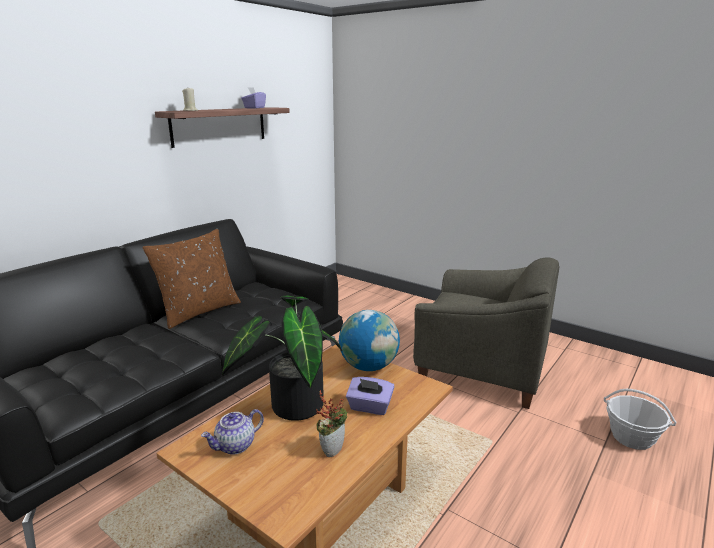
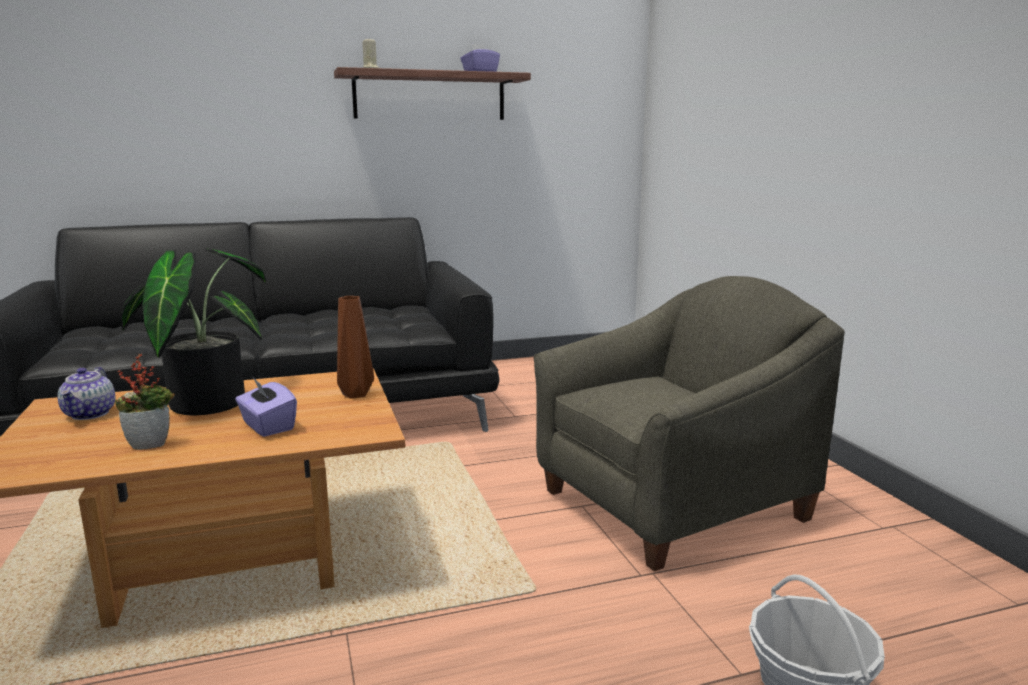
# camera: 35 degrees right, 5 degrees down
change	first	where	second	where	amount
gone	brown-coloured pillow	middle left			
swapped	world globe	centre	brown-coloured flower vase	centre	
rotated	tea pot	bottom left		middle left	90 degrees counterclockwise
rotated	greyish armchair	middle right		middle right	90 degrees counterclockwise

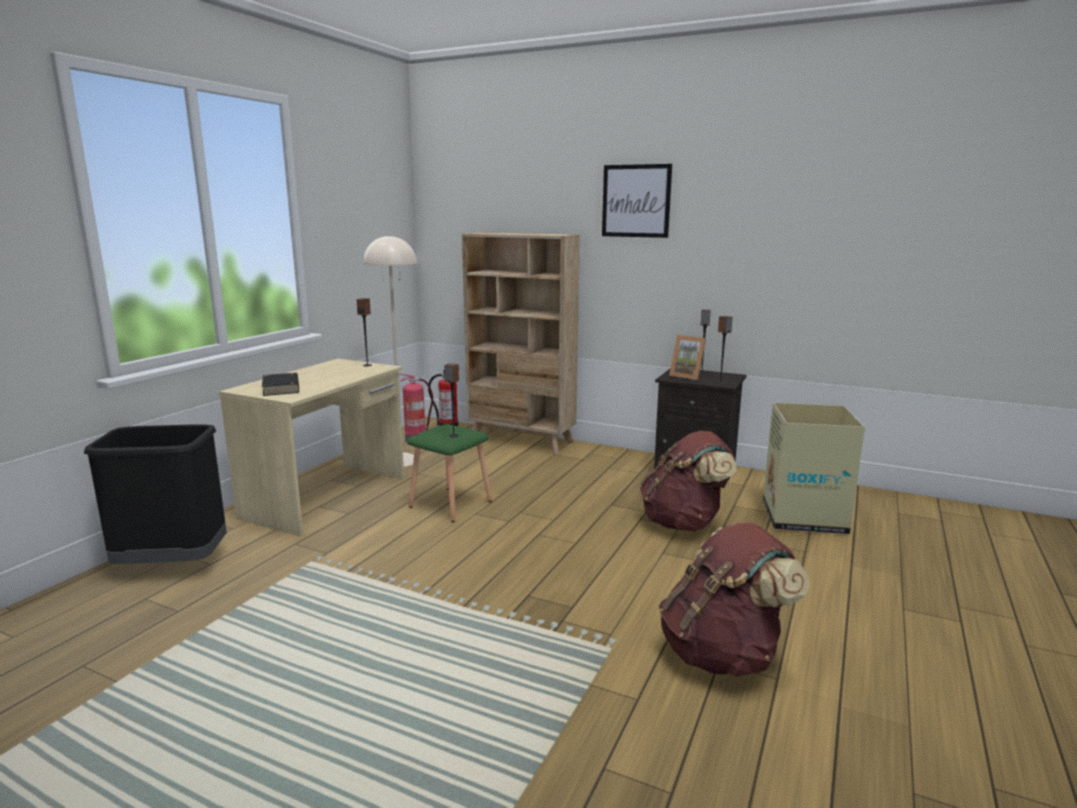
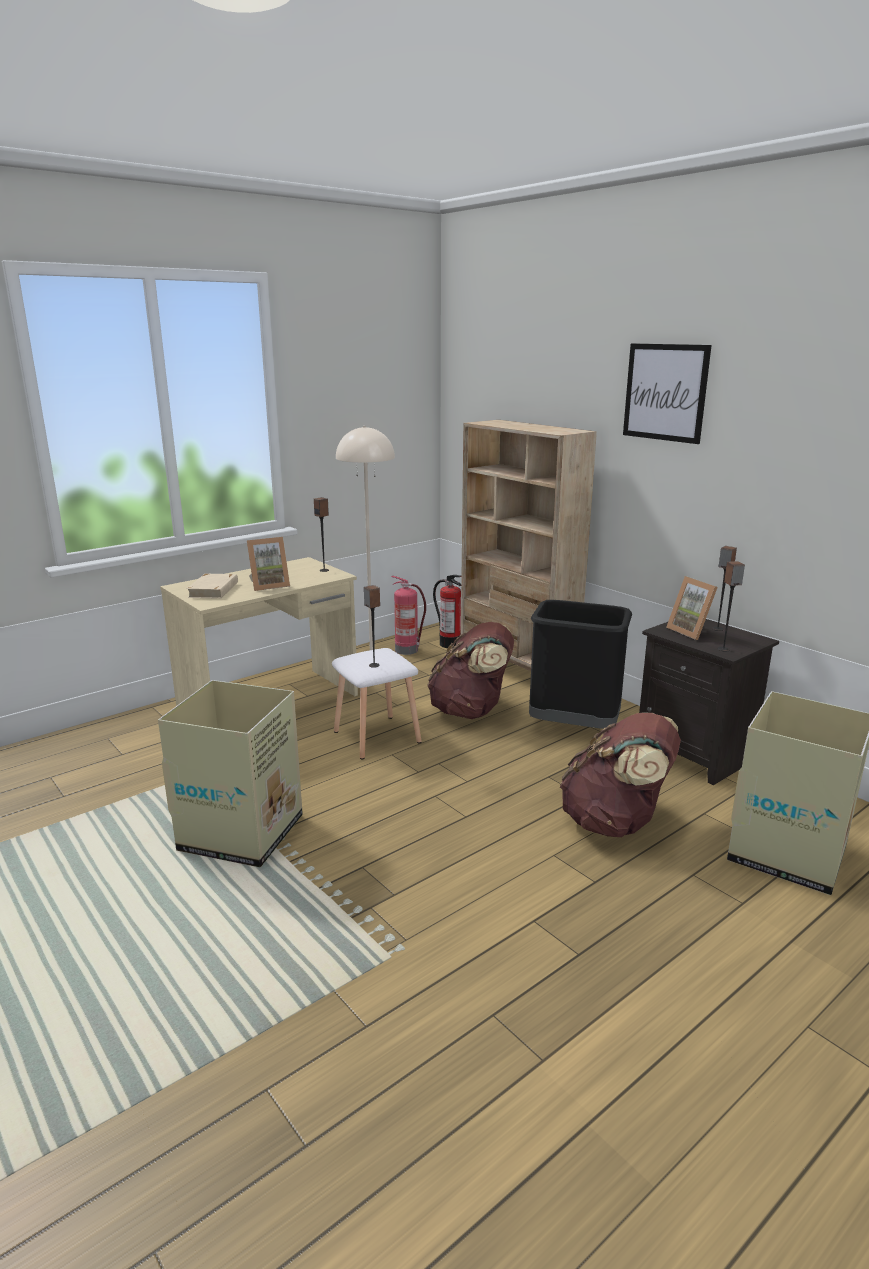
# camera: 25 degrees right, 5 degrees up
change	first	where	second	where	amount
new			cardboard box (no. 1 from left)	middle left	
new			photo frame (no. 1 from left)	middle left	
shifted	blackish trash can	middle left		middle right	
shifted	brown-coloured knapsack (no. 2 from left in the first image)	bottom right	brown-coloured knapsack (no. 1 from left)	centre	
repainted	blackish book	middle left	beige-coloured book	middle left	
repainted	green stool	centre	white-coloured stool	centre	

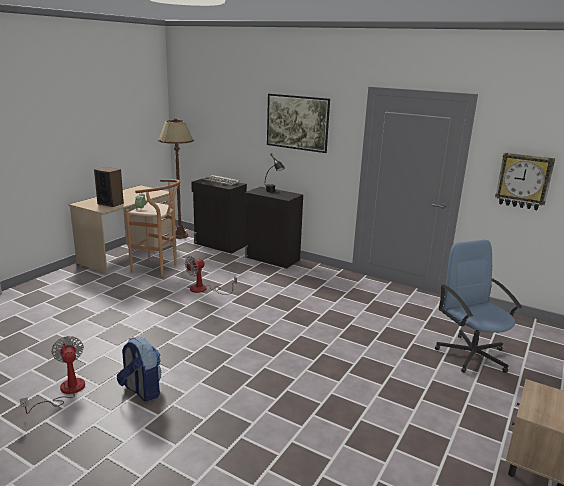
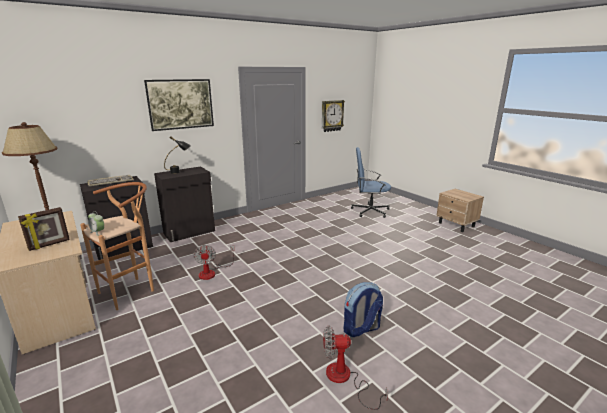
# camera: 65 degrees left, 0 degrees up
change	first	where	second	where	amount
swapped	loudspeaker	middle left	photo frame	middle left	

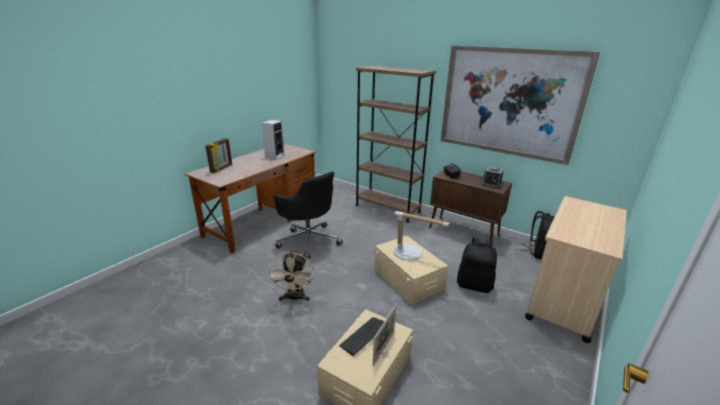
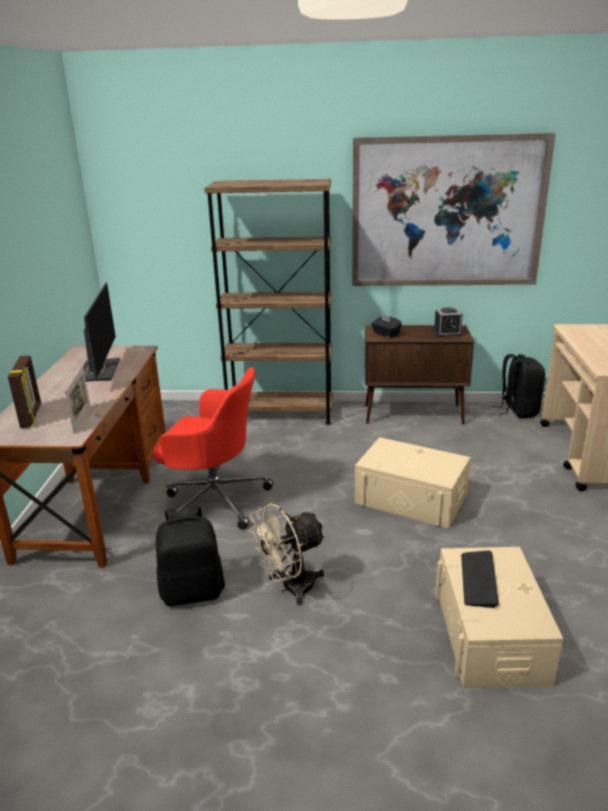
# camera: 30 degrees left, 0 degrees up
change	first	where	second	where	amount
gone	table lamp	centre			
shifted	photo frame (no. 2 from left)	bottom centre		middle left	
shifted	blackish knapsack (no. 1 from left)	centre		bottom left	
swapped	loudspeaker	centre	computer display	middle left	
repainted	blackish desk chair	centre	red-coloured desk chair	centre	
rotated	beige-coloured fan	bottom centre		bottom centre	90 degrees clockwise

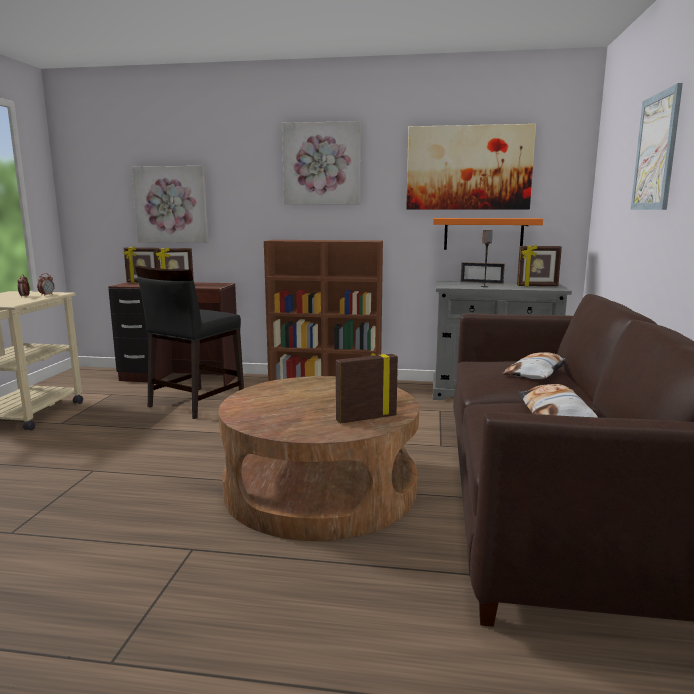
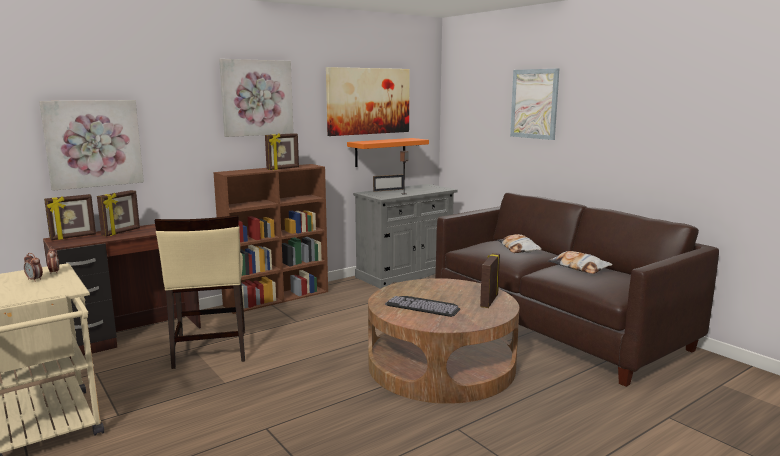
# camera: 45 degrees left, 0 degrees up
change	first	where	second	where	amount
new			computer keyboard	bottom centre	
shifted	photo frame (no. 5 from left in the first image)	middle right	photo frame (no. 3 from left)	top centre	
repainted	blackish upright chair	middle left	beige-coloured upright chair	middle left	

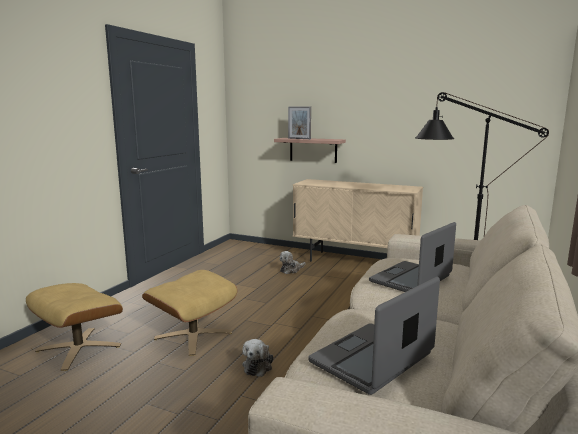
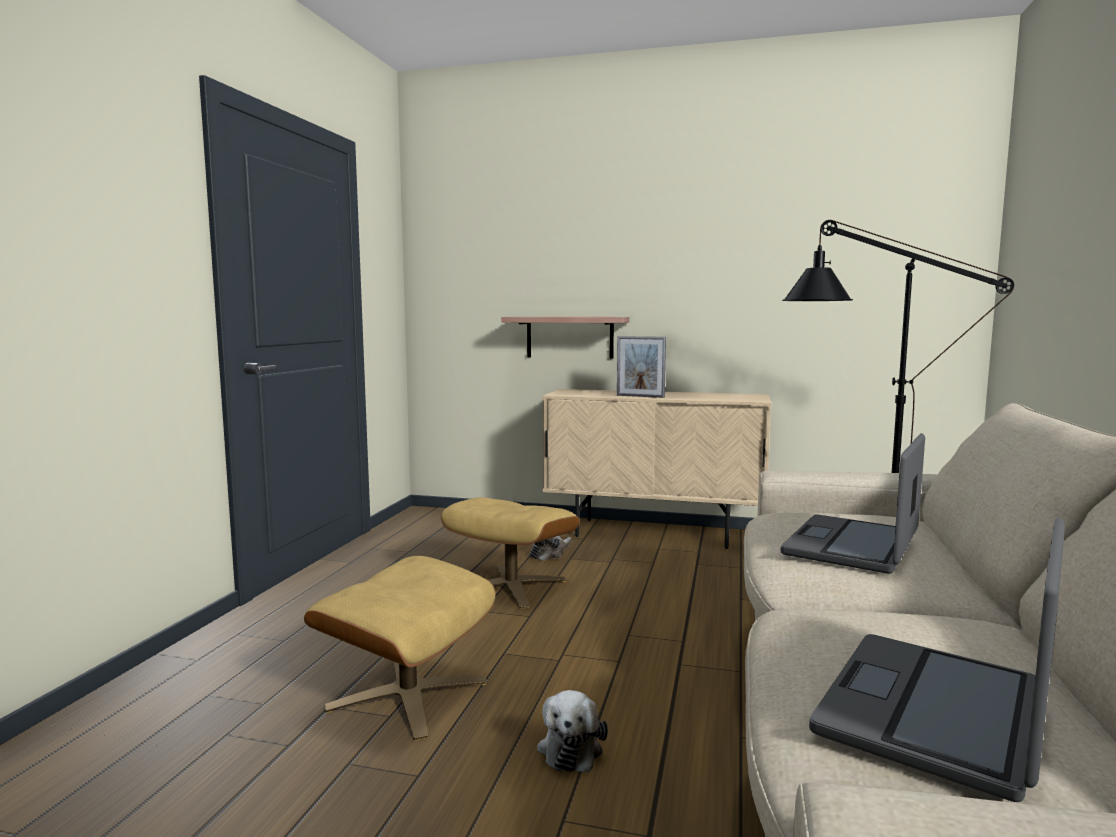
# camera: 10 degrees left, 5 degrees down
change	first	where	second	where	amount
shifted	beige-coloured footrest (no. 1 from left in the first image)	bottom left	beige-coloured footrest (no. 2 from left)	centre	
shifted	photo frame	top centre		centre	

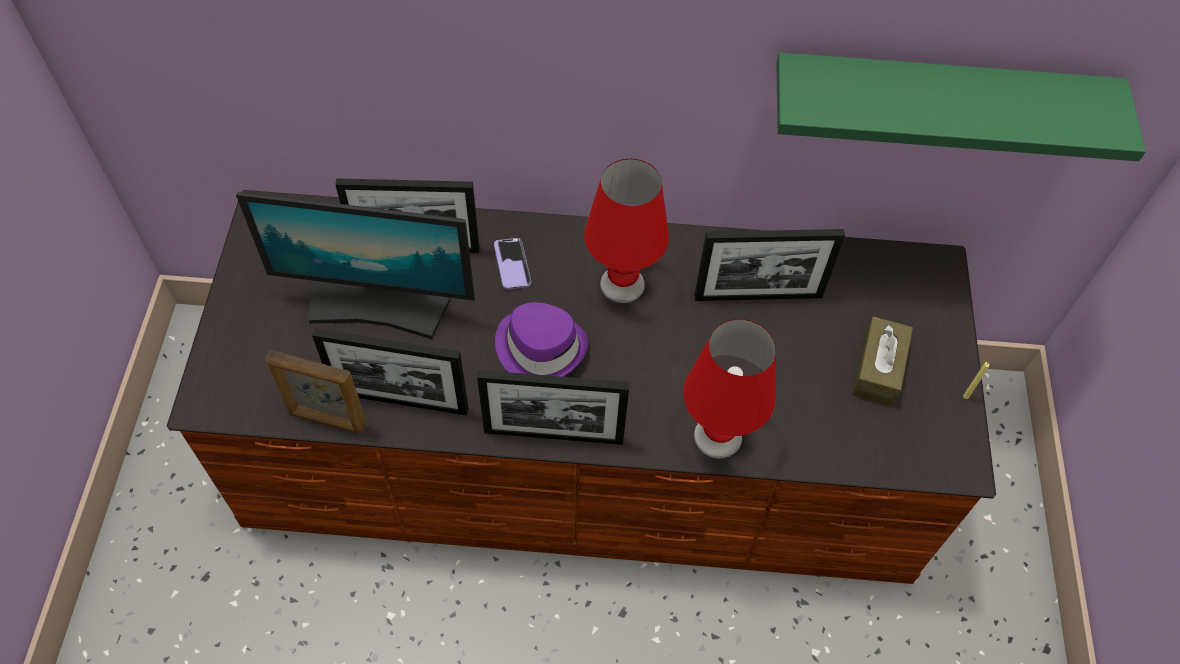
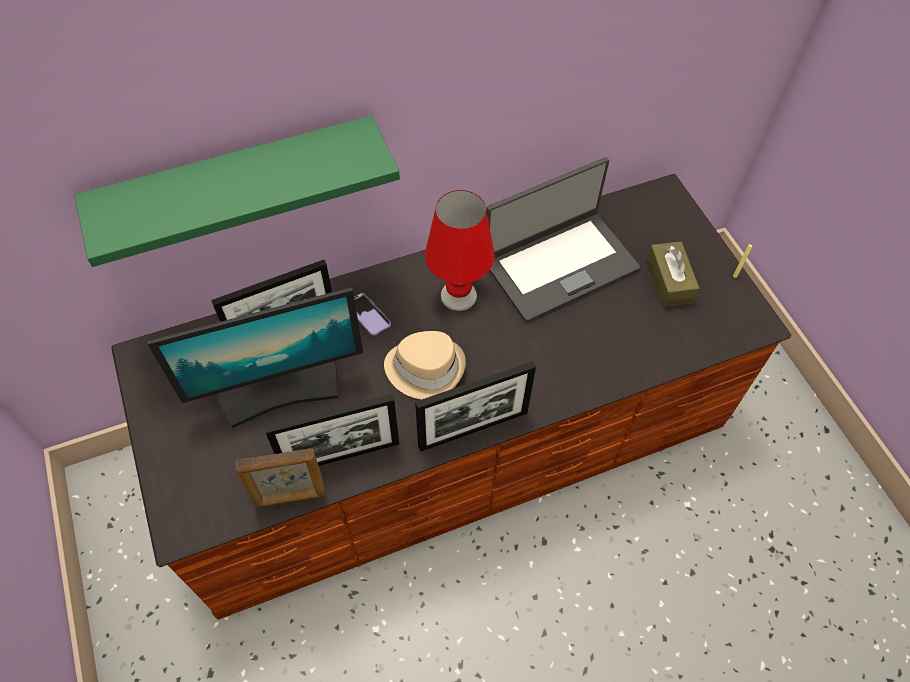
# camera: 25 degrees left, 0 degrees up
change	first	where	second	where	amount
gone	red-coloured table lamp (no. 2 from left)	centre			
shifted	green shelf	top right		top left	
swapped	photo frame (no. 5 from left)	centre	notebook computer	centre	
repainted	purplish clothing hat	centre	beige-coloured clothing hat	centre	

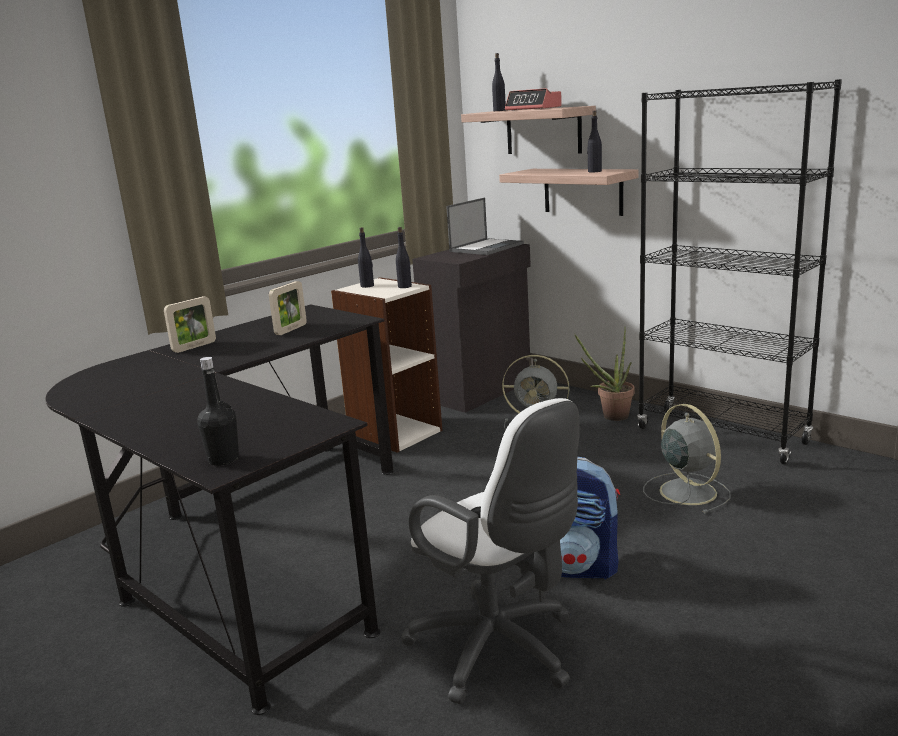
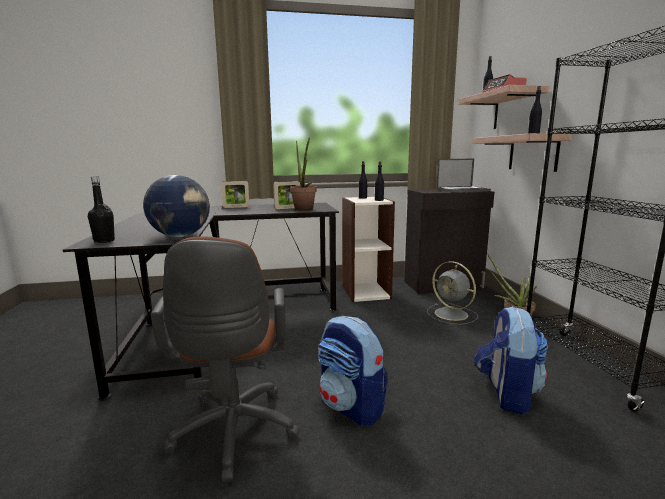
# camera: 35 degrees right, 5 degrees down
change	first	where	second	where	amount
new			world globe	middle left	
new			plant in a pot (no. 1 from left)	centre	
swapped	greyish fan (no. 2 from left)	middle right	knapsack (no. 2 from left)	bottom right	
repainted	white-coloured desk chair	bottom centre	brown-coloured desk chair	bottom centre	

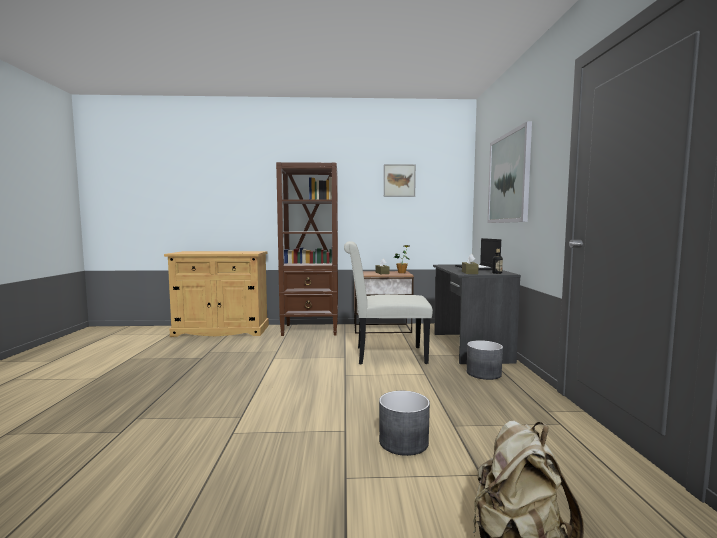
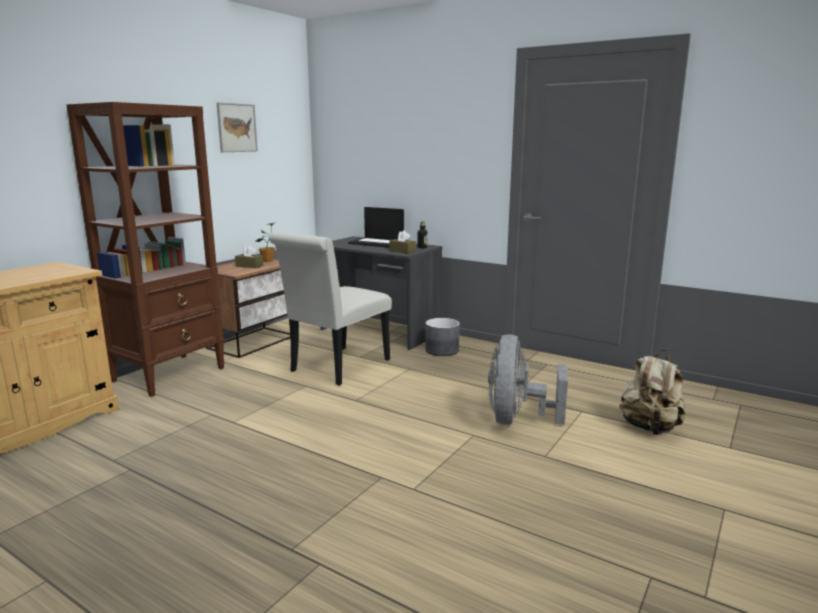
# camera: 55 degrees left, 10 degrees up
change	first	where	second	where	amount
gone	picture (no. 2 from left)	top right			
swapped	greyish planter (no. 1 from left)	bottom centre	greyish fan	centre	

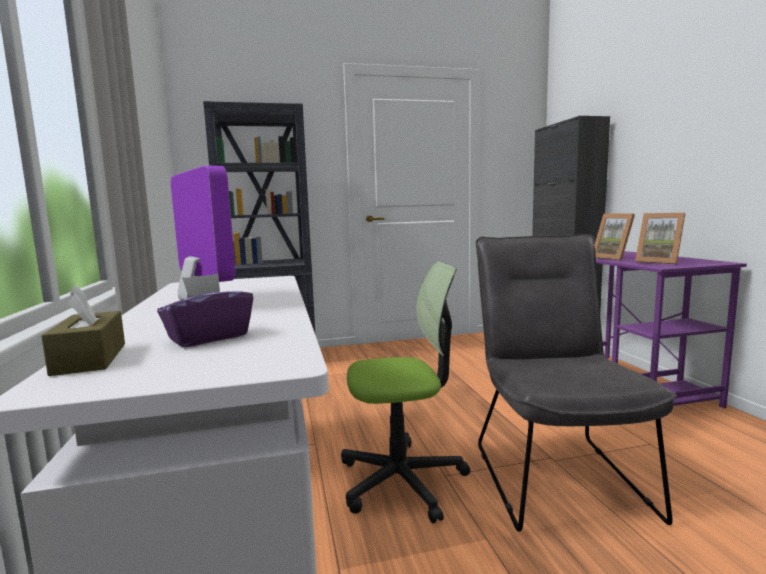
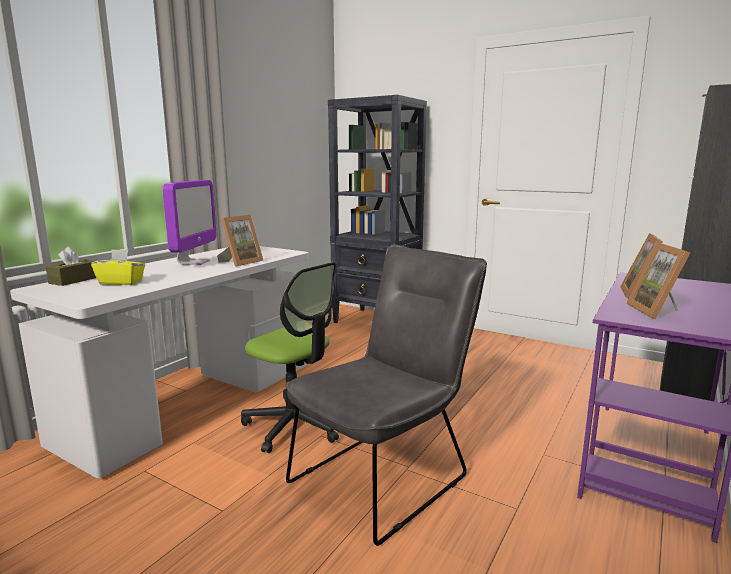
# camera: 45 degrees right, 5 degrees up
change	first	where	second	where	amount
new			photo frame (no. 1 from left)	middle left	
repainted	purplish box of tissues	middle left	yellow box of tissues	middle left	

